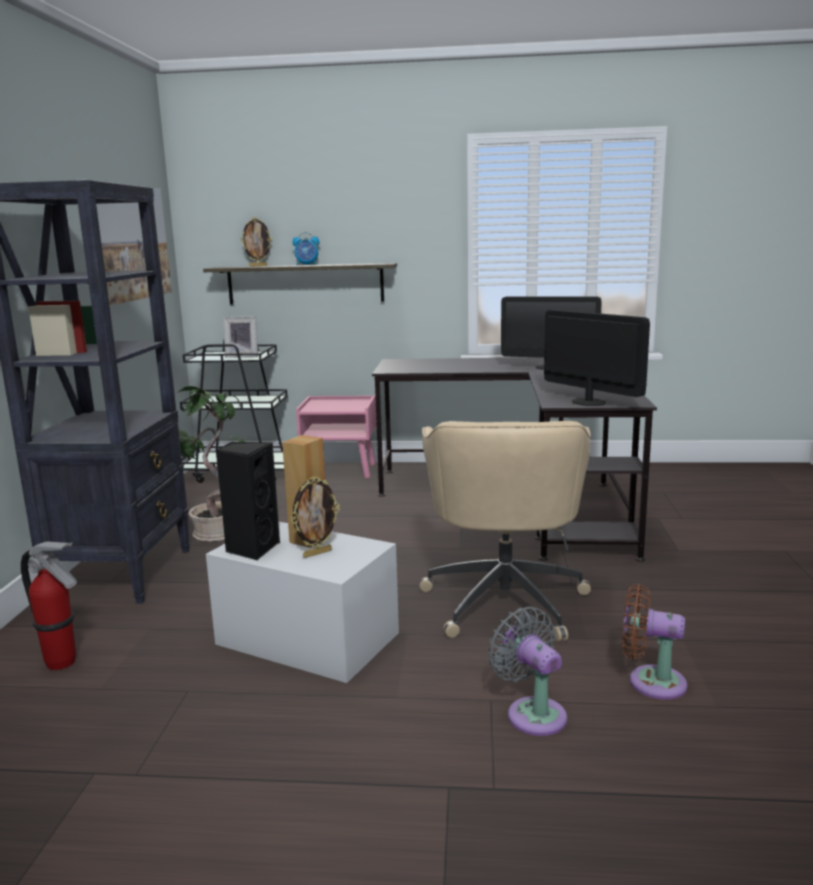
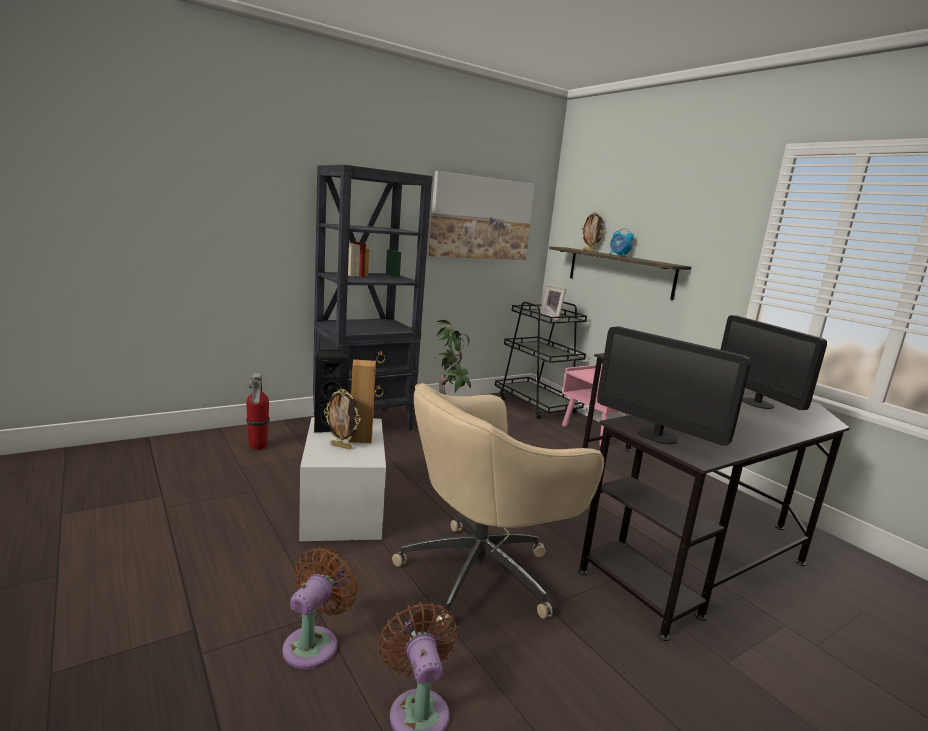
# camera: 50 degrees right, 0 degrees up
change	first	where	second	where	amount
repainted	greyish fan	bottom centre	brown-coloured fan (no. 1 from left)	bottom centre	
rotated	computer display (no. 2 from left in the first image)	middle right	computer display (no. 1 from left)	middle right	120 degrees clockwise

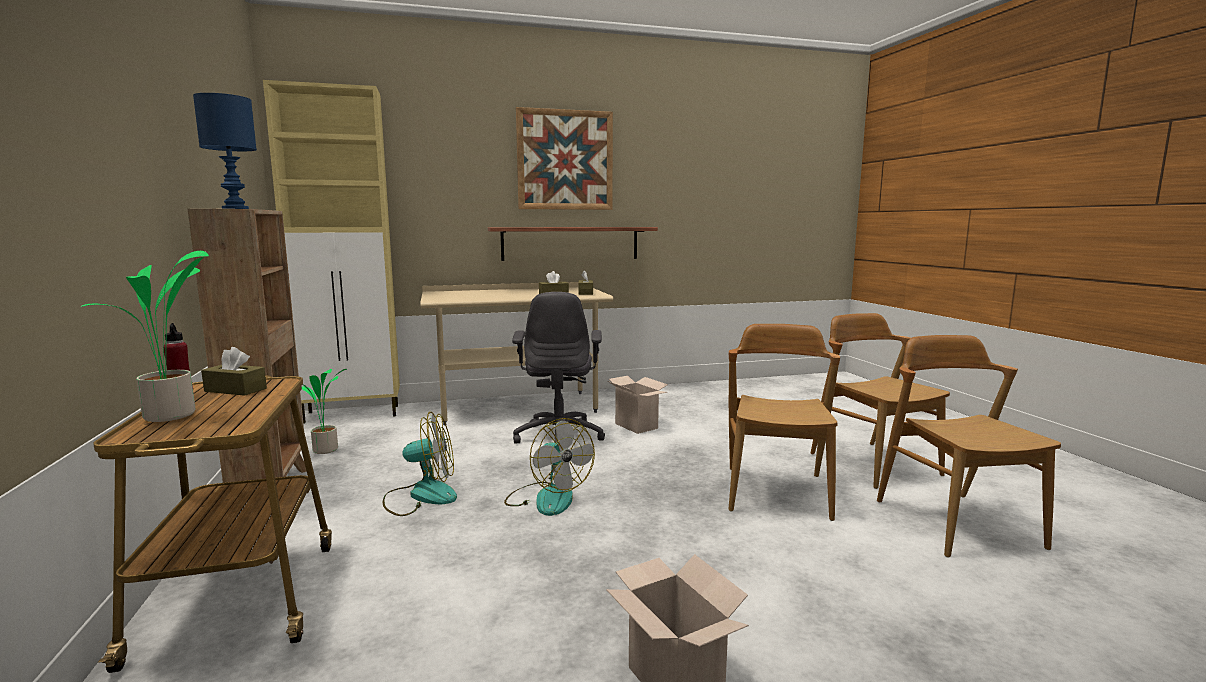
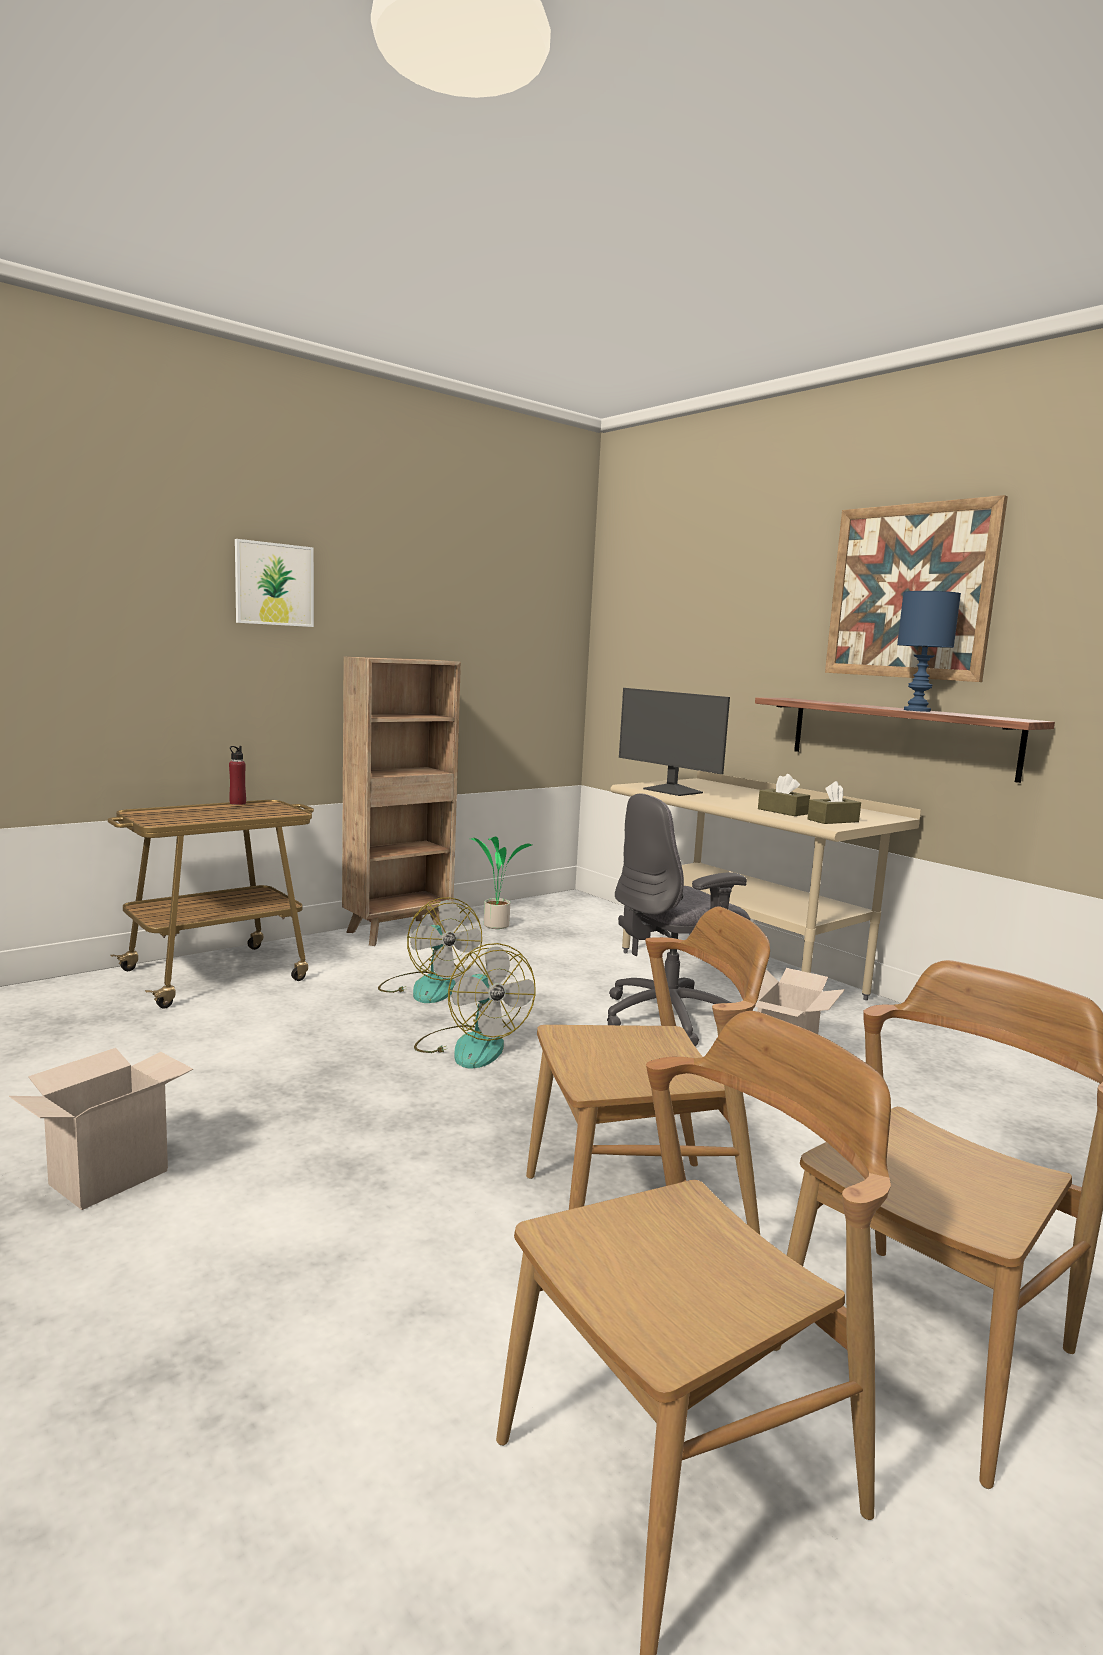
# camera: 65 degrees right, 0 degrees up
change	first	where	second	where	amount
gone	plant in a pot (no. 1 from left)	middle left			
gone	brown-coloured box of tissues (no. 1 from left)	middle left			
gone	beige-coloured storage cabinet	middle left			
new			picture (no. 1 from left)	middle left	
new			computer display	centre	
shifted	bluish table lamp	top left		middle right	
rotated	fan (no. 2 from left)	bottom centre		centre	60 degrees counterclockwise

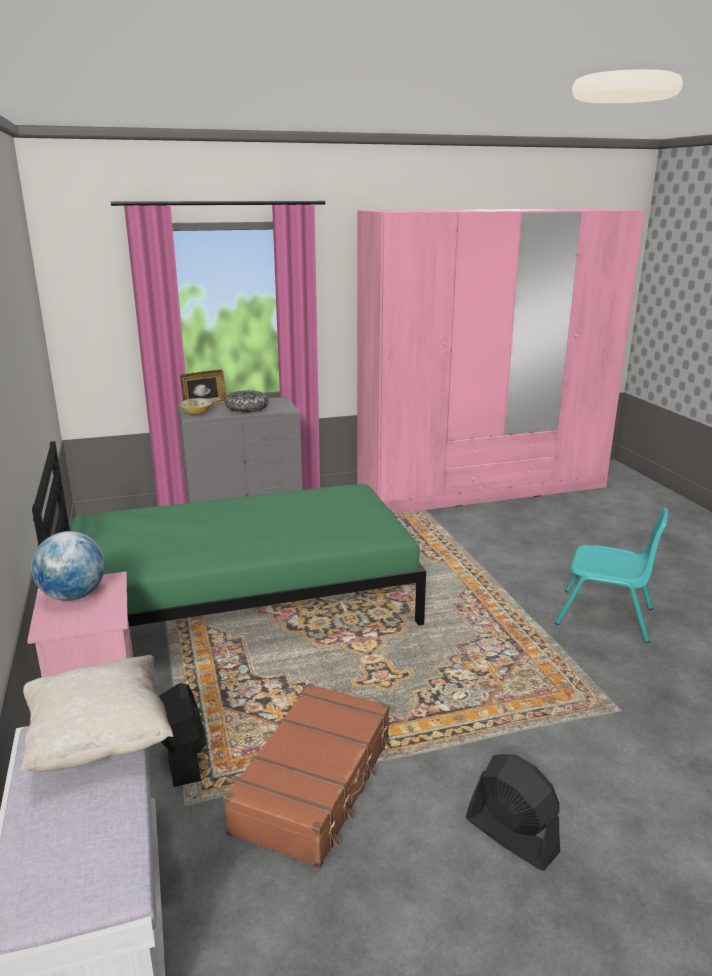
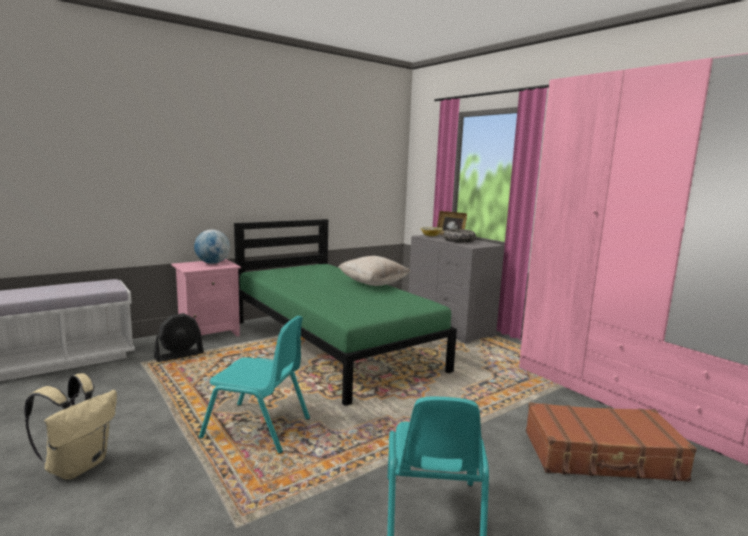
# camera: 70 degrees right, 10 degrees down
change	first	where	second	where	amount
new			blue-green upright chair (no. 1 from left)	bottom centre	
shifted	beige-coloured pillow	bottom left		centre	
shifted	brown-coloured travel case	bottom centre		bottom right	
swapped	blackish fan (no. 2 from left)	bottom right	beige-coloured knapsack	bottom left	

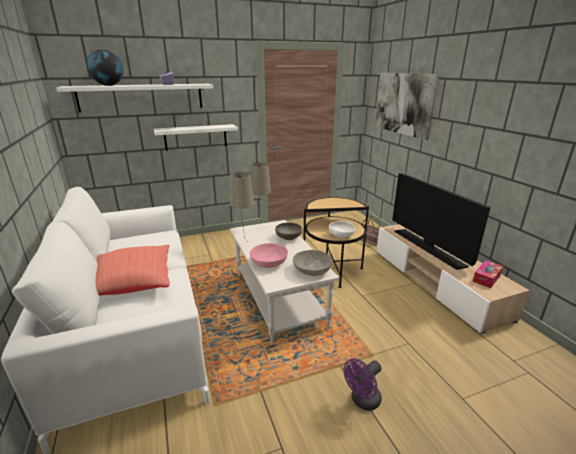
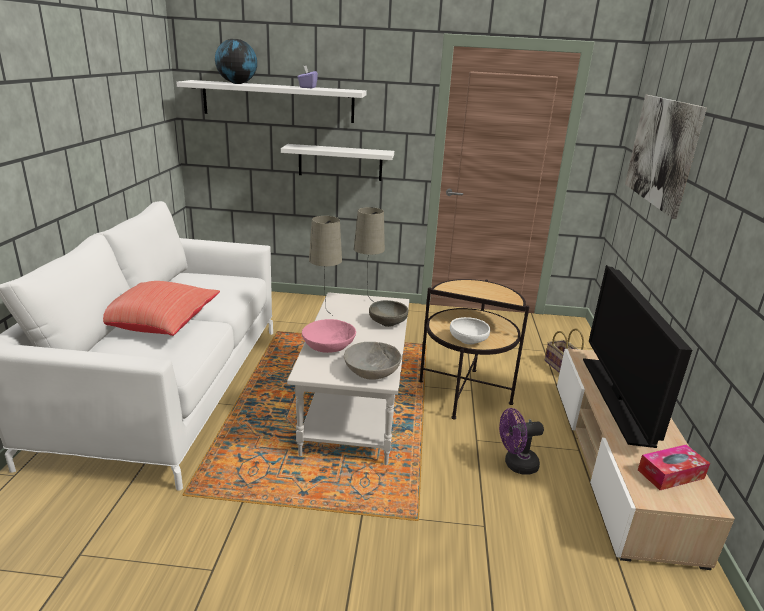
# camera: 25 degrees right, 0 degrees up
change	first	where	second	where	amount
shifted	purplish fan	bottom centre		bottom right	

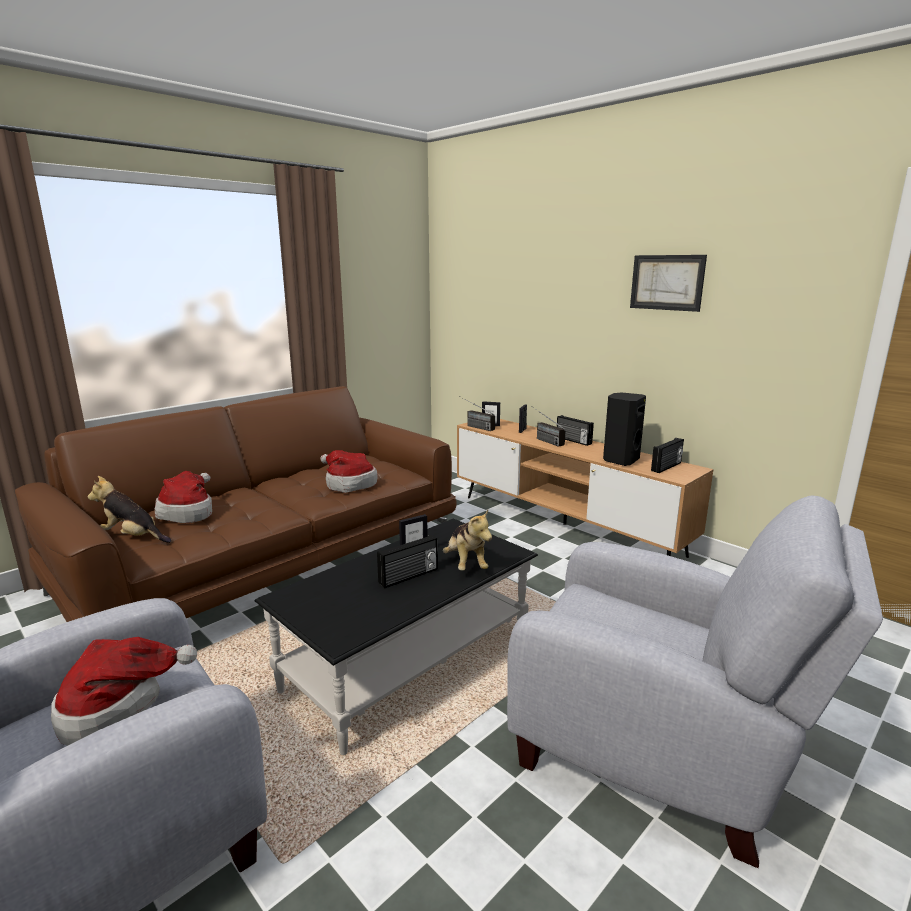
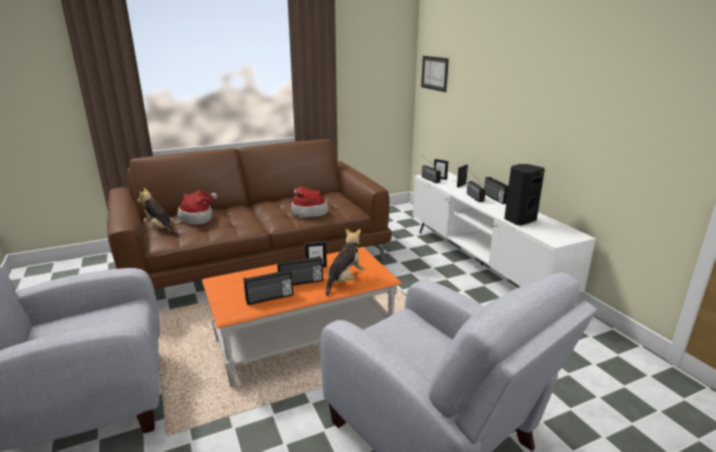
# camera: 20 degrees right, 5 degrees up
change	first	where	second	where	amount
gone	clothing hat (no. 1 from left)	bottom left			
shifted	picture	top right		top centre	
shifted	radio (no. 5 from left in the first image)	middle right	radio (no. 1 from left)	centre	
repainted	blackish coffee table	bottom centre	orangey coffee table	bottom centre	
repainted	brown-coloured tv unit	centre	white-coloured tv unit	middle right	
rotated	plush toy (no. 2 from left)	centre		centre	150 degrees counterclockwise

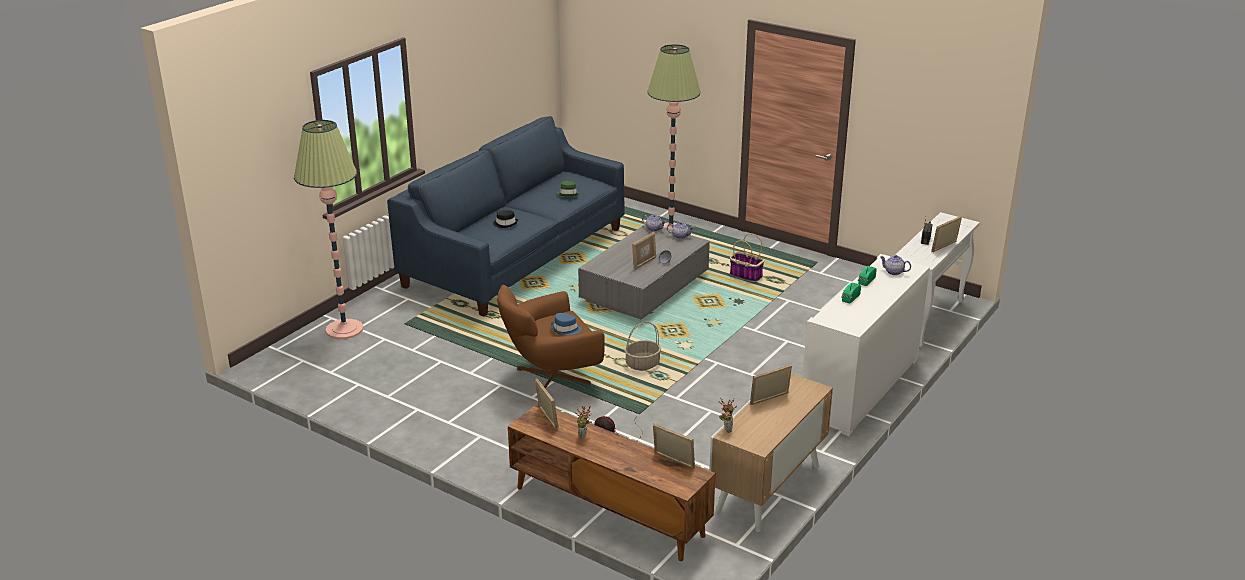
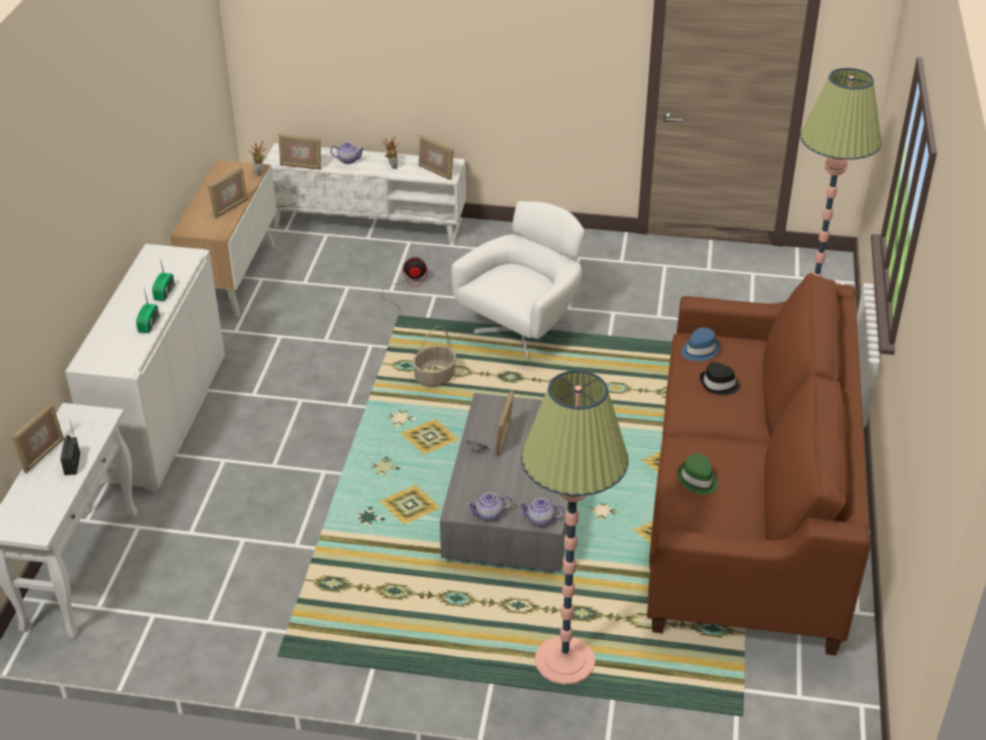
# camera: 155 degrees right, 10 degrees up
change	first	where	second	where	amount
gone	storage basket (no. 2 from left)	centre			
shifted	bluish clothing hat	centre		middle right	
shifted	tea pot (no. 3 from left in the first image)	middle right	tea pot (no. 1 from left)	top centre	
repainted	bluish couch	centre	brown-coloured couch	middle right	
repainted	brown-coloured armchair	centre	white-coloured armchair	centre	
repainted	brown-coloured tv unit	bottom centre	white-coloured tv unit	top centre	

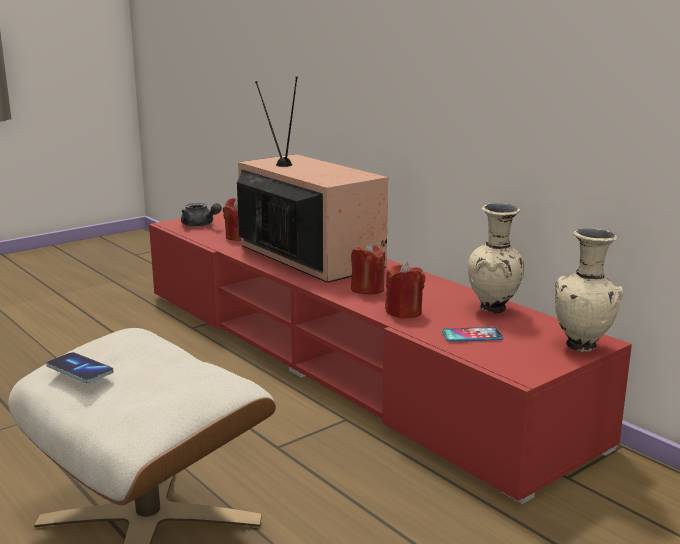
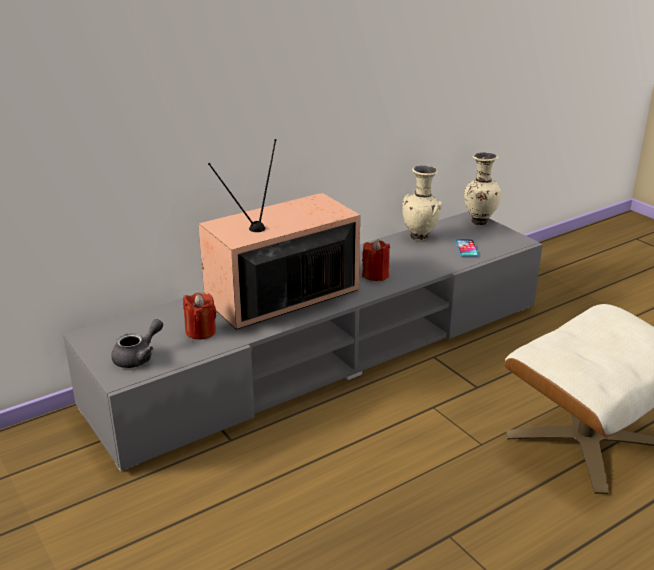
# camera: 85 degrees left, 10 degrees up
change	first	where	second	where	amount
gone	handset (no. 1 from left)	bottom left			
gone	red-coloured wax light (no. 3 from left)	centre			
repainted	red-coloured tv unit	centre	greyish tv unit	centre	

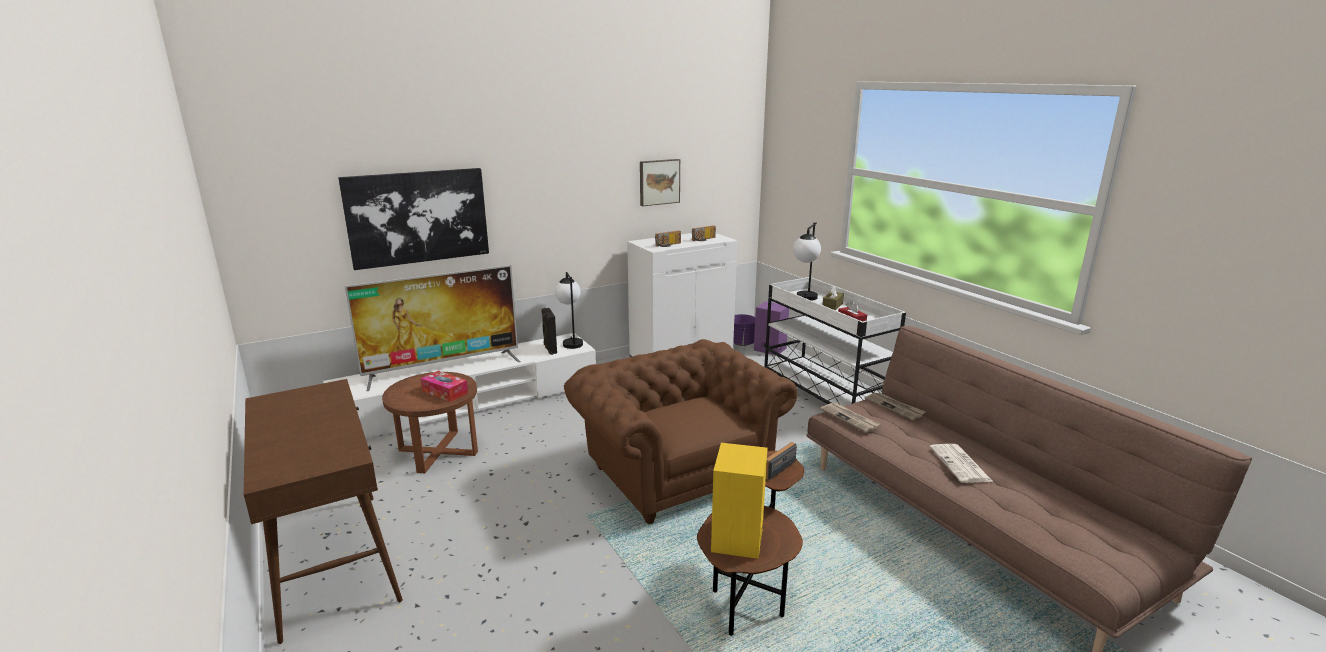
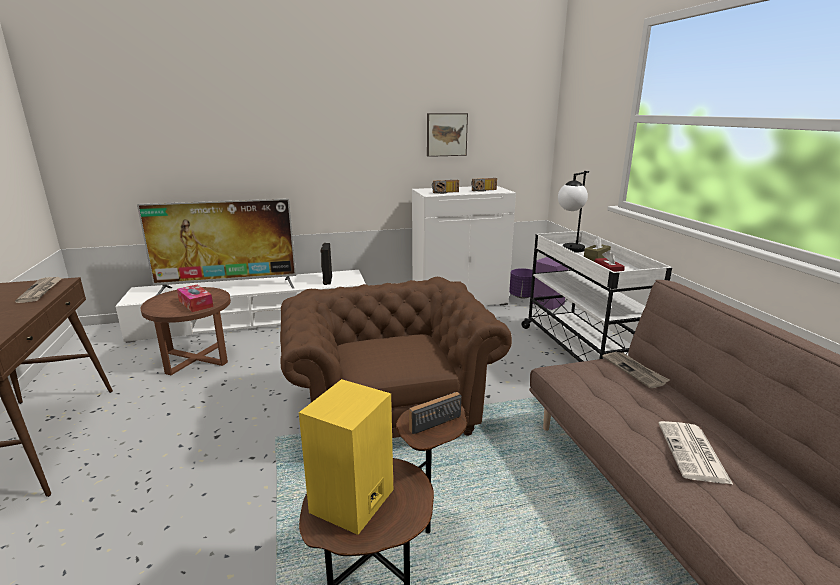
# camera: 15 degrees right, 0 degrees up
change	first	where	second	where	amount
gone	picture (no. 1 from left)	middle left			
gone	table lamp (no. 1 from left)	centre			
shifted	newspaper (no. 1 from left)	centre		middle left	

